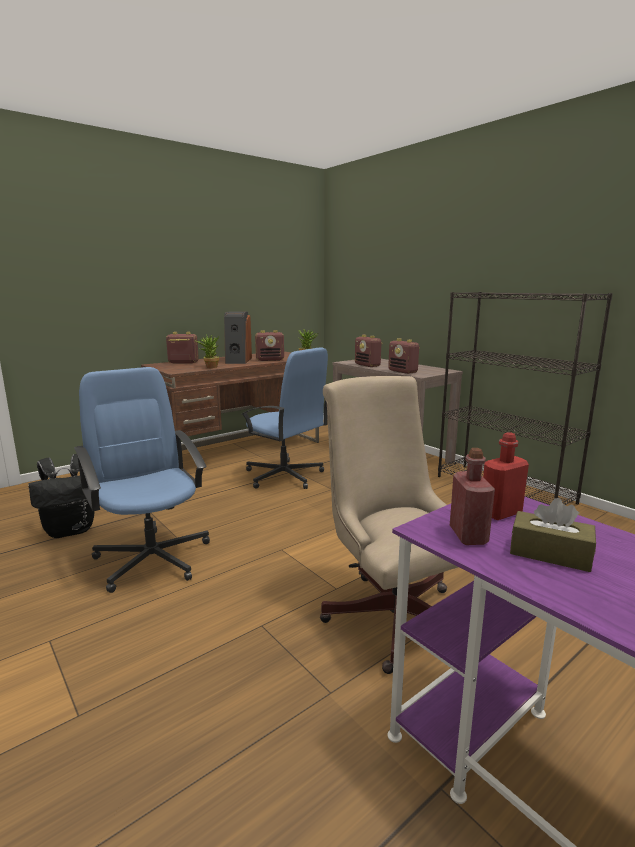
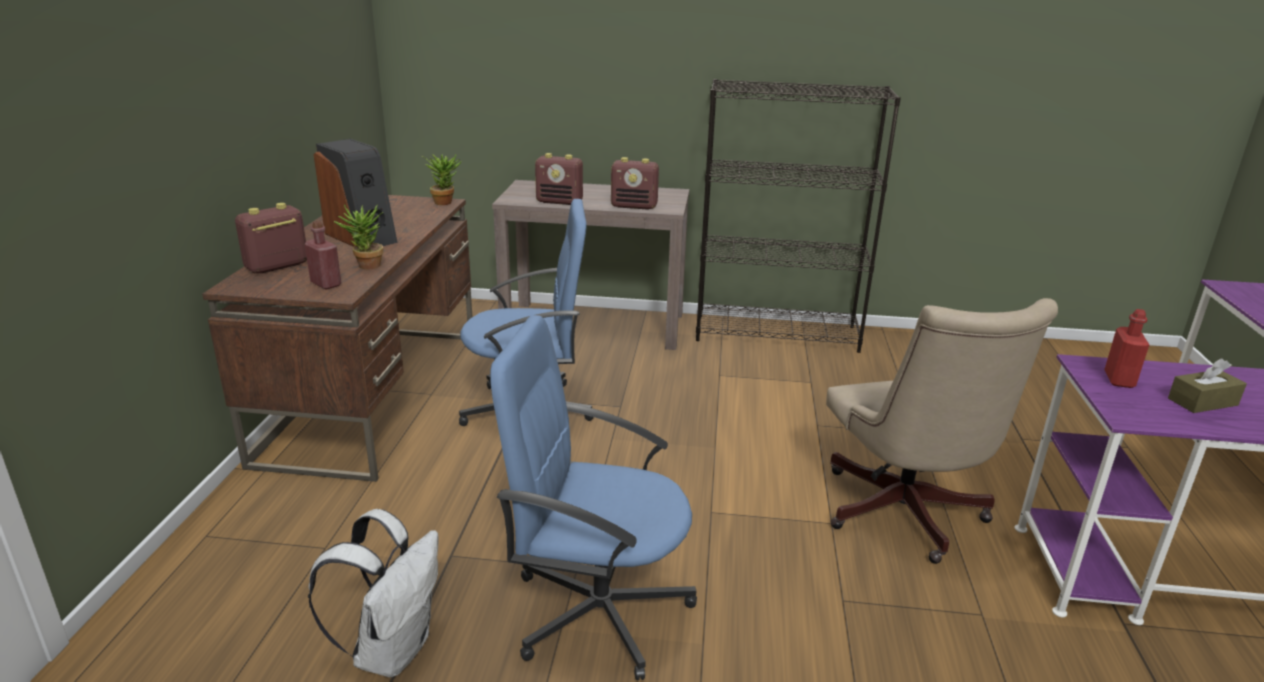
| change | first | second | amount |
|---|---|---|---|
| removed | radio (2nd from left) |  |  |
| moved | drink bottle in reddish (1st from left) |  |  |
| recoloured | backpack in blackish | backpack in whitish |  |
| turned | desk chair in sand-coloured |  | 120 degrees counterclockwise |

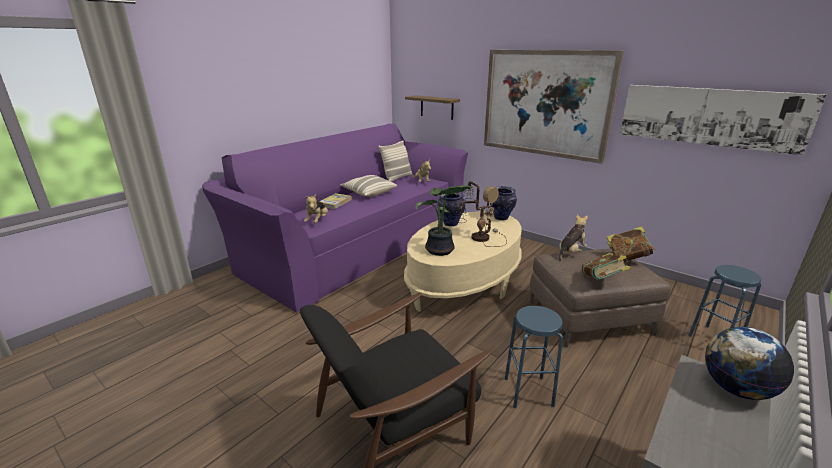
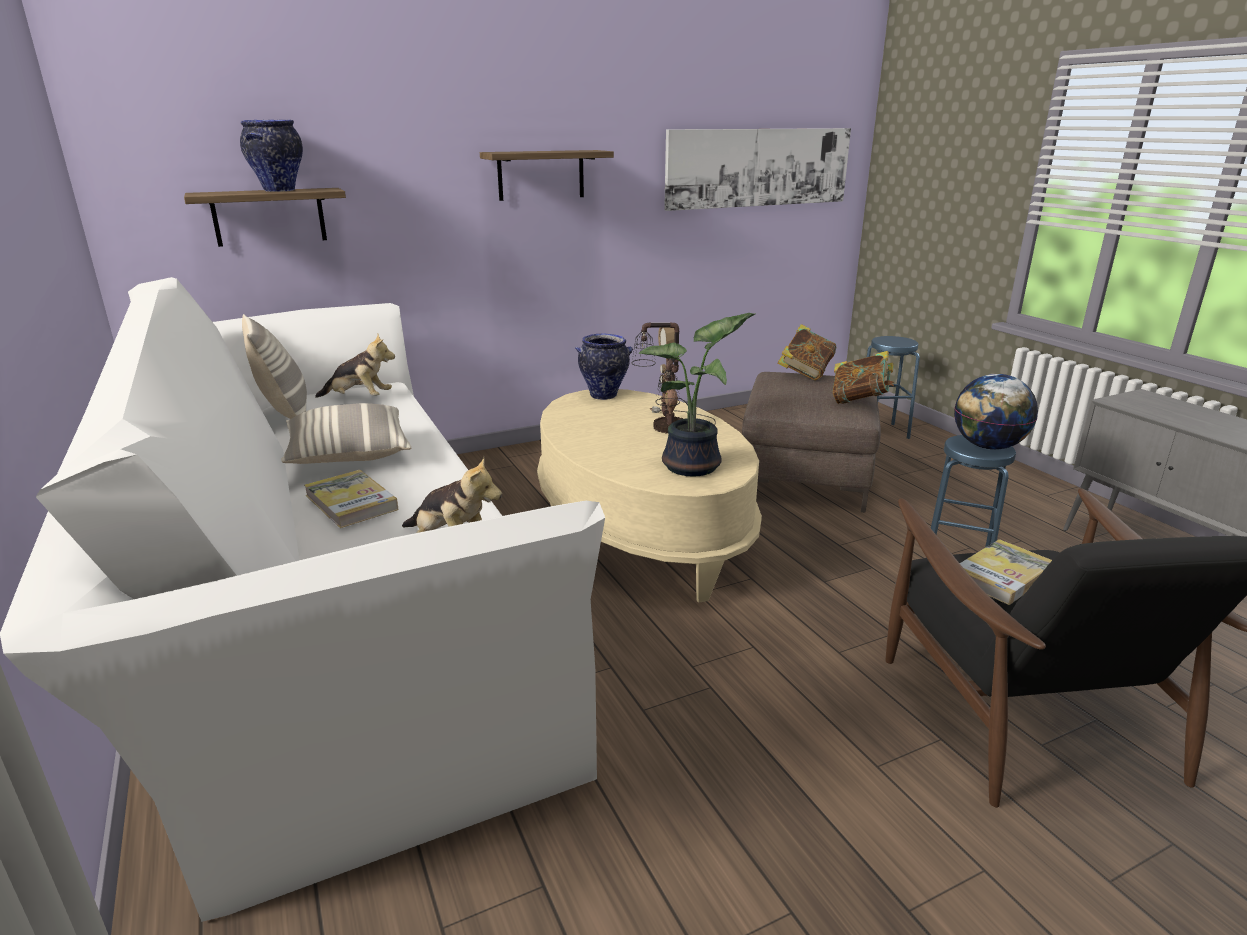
| change | first | second | amount |
|---|---|---|---|
| removed | plush toy (3rd from left) |  |  |
| added |  | book (4th from left) |  |
| moved | vase (1st from left) |  |  |
| moved | world globe |  |  |
| replaced | picture (1st from left) | bracket shelf (2nd from left) |  |
| recoloured | settee in purple-coloured | settee in whitish |  |

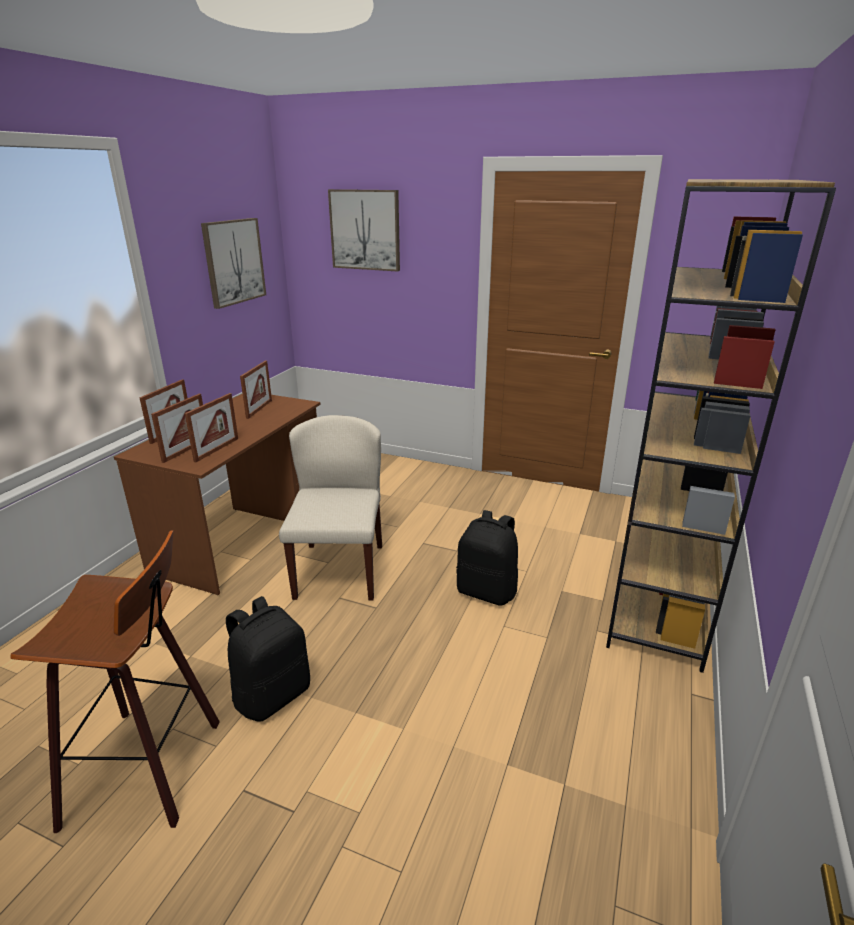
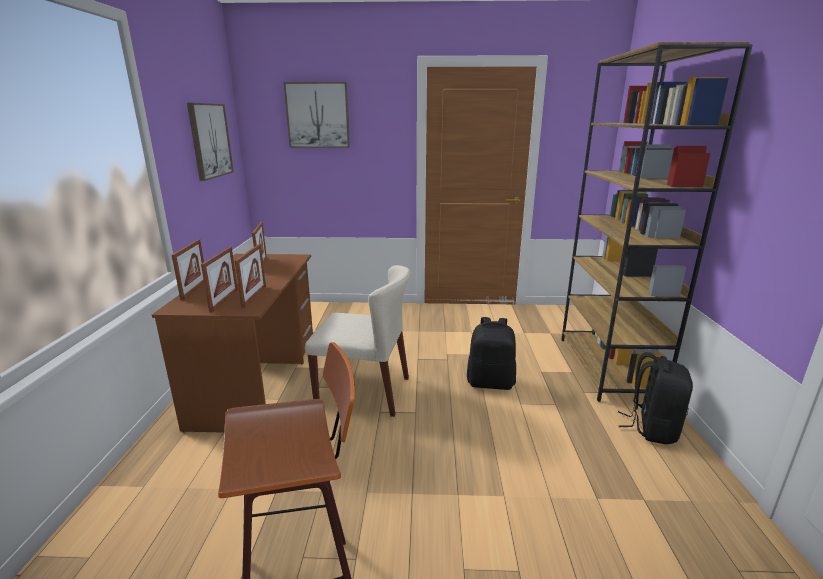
| change | first | second | amount |
|---|---|---|---|
| moved | backpack in blackish (1st from left in the first image) | backpack in blackish (2nd from left) |  |
| turned | chair in sand-coloured |  | 120 degrees clockwise |

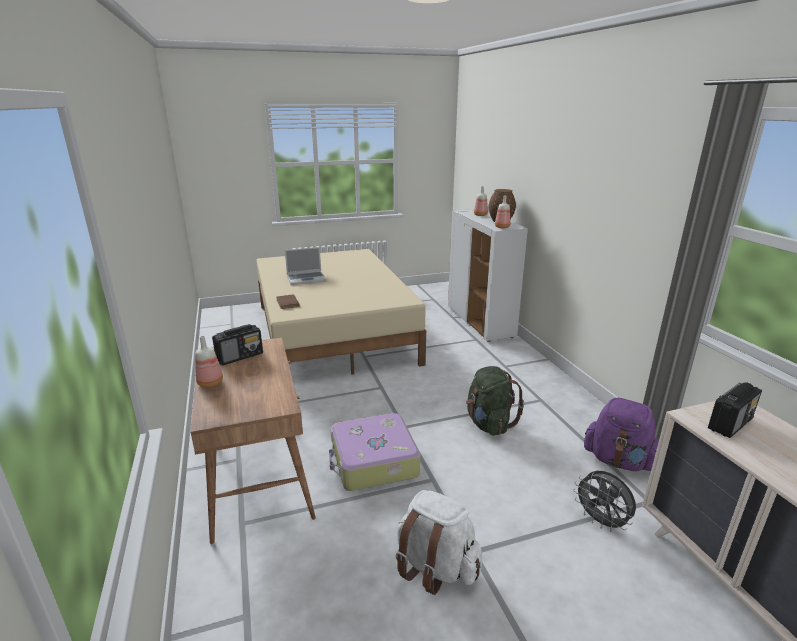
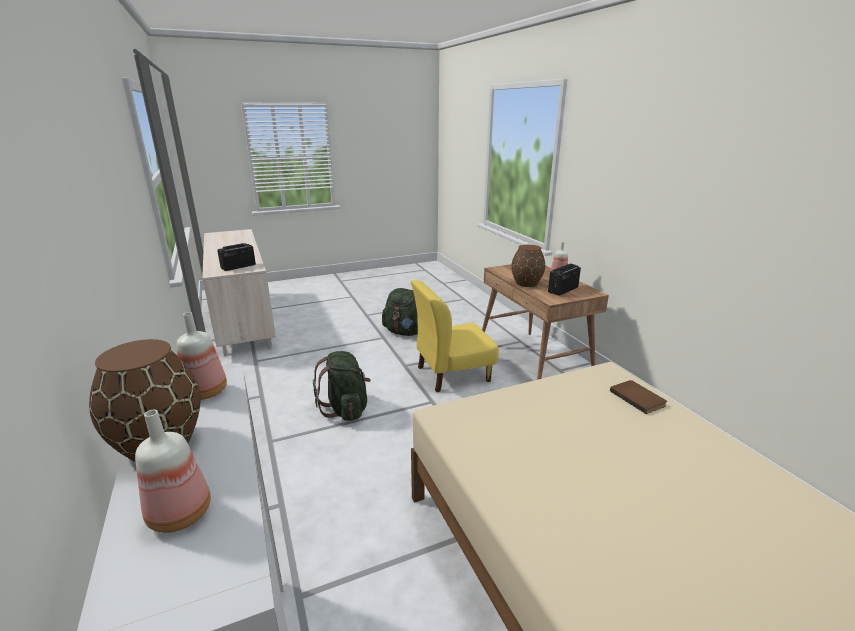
| change | first | second | amount |
|---|---|---|---|
| removed | portable computer |  |  |
| removed | fan in greyish |  |  |
| removed | backpack in purple-coloured |  |  |
| added |  | vase in brown-coloured (2nd from left) |  |
| replaced | suitcase | chair in yellow-coloured |  |
| recoloured | backpack in whitish | backpack in green-coloured (2nd from left) |  |

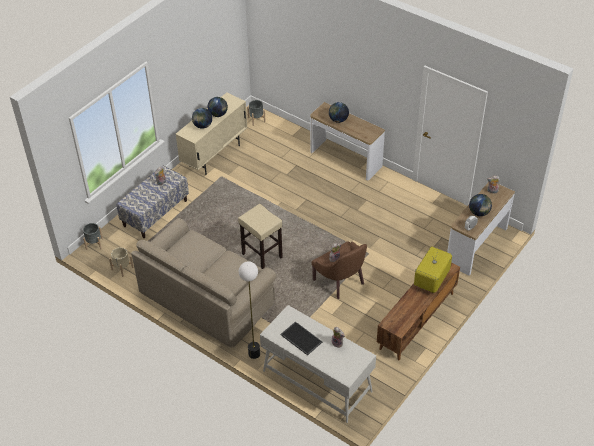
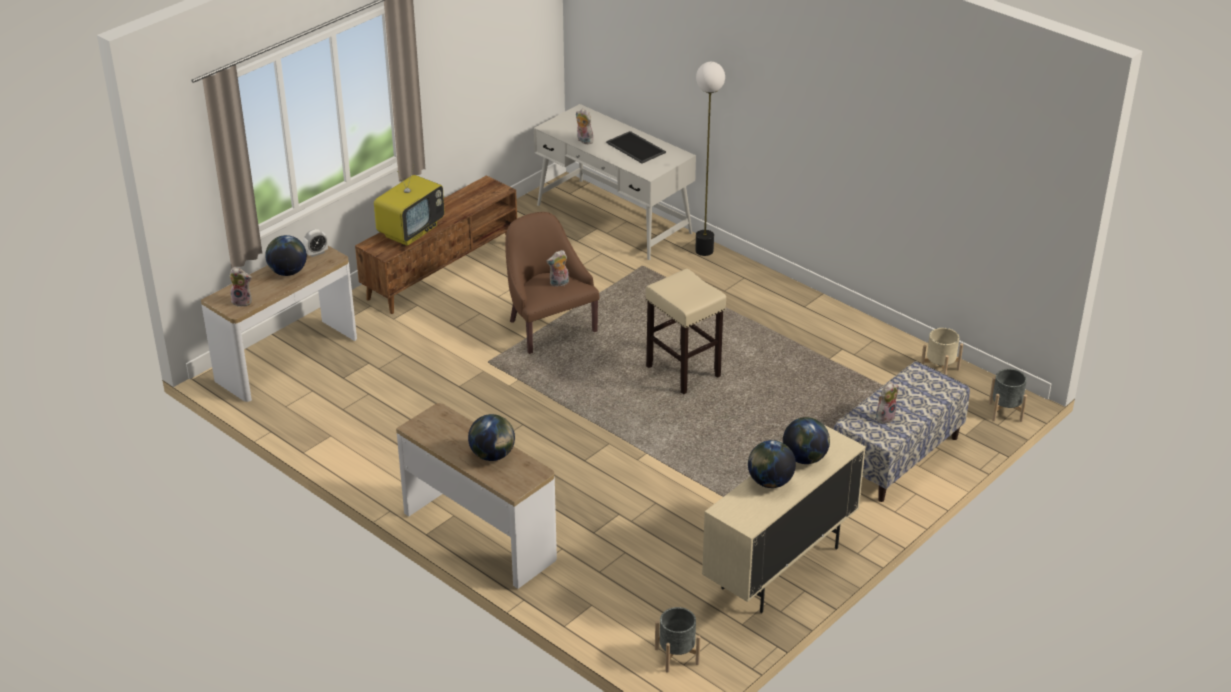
| change | first | second | amount |
|---|---|---|---|
| removed | settee in sand-coloured |  |  |

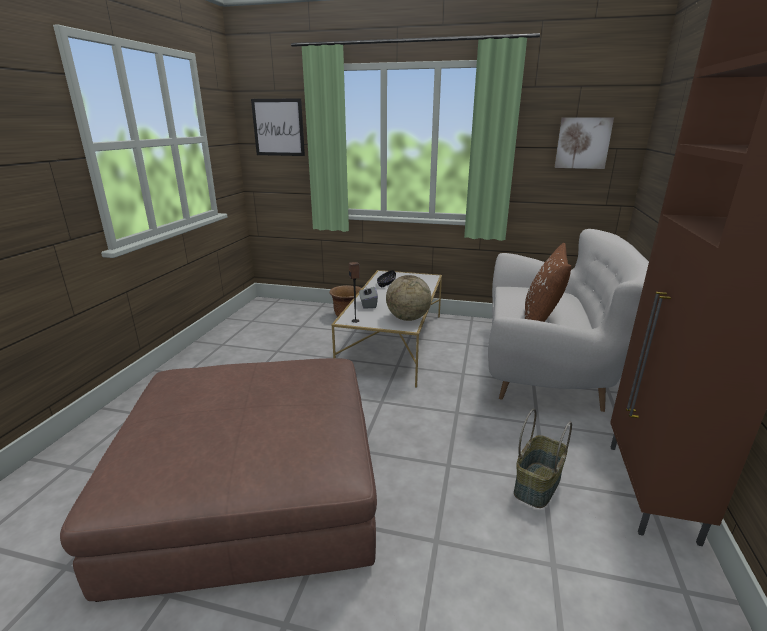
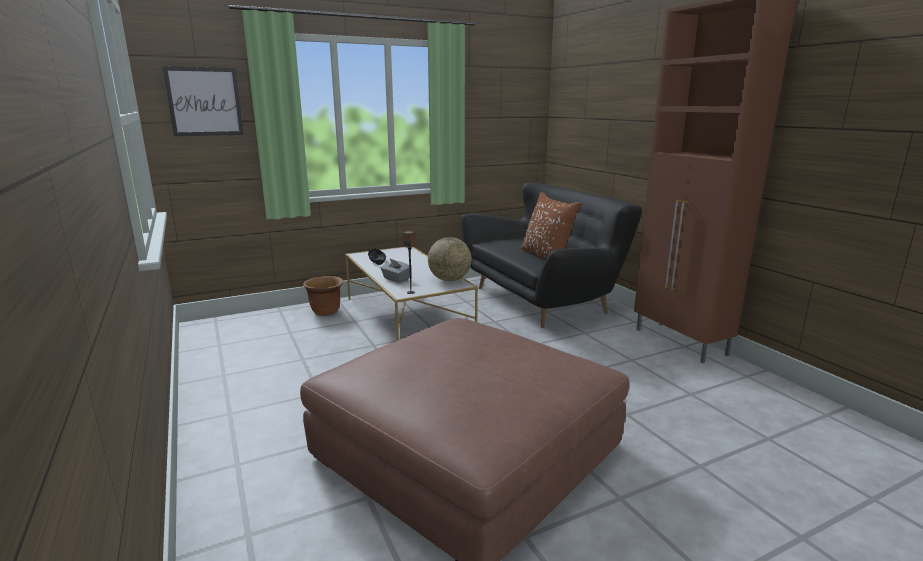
| change | first | second | amount |
|---|---|---|---|
| removed | household basket |  |  |
| removed | picture (2nd from left) |  |  |
| recoloured | settee in whitish | settee in blackish |  |

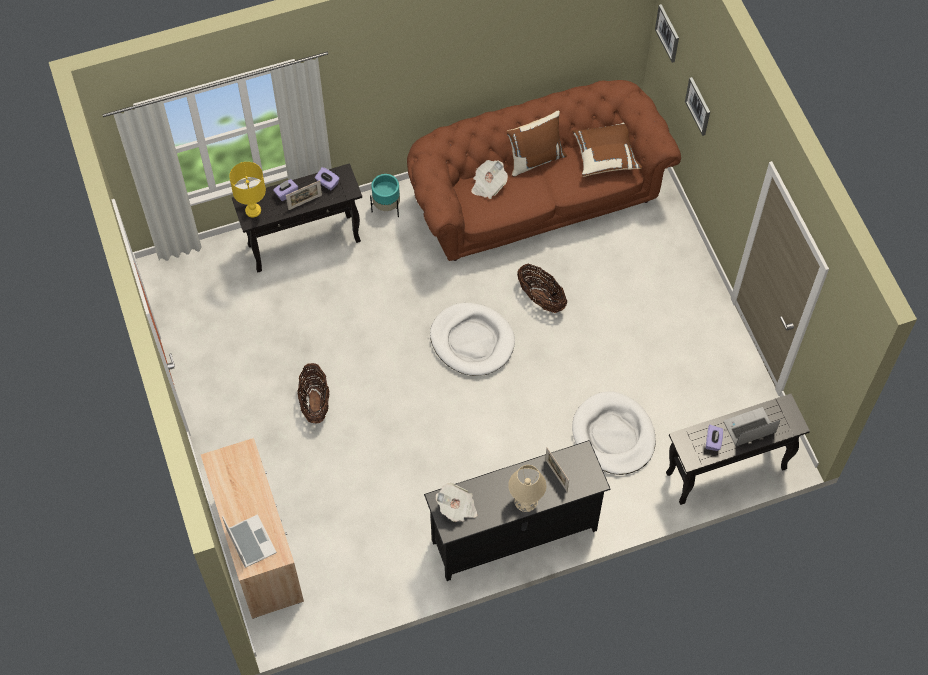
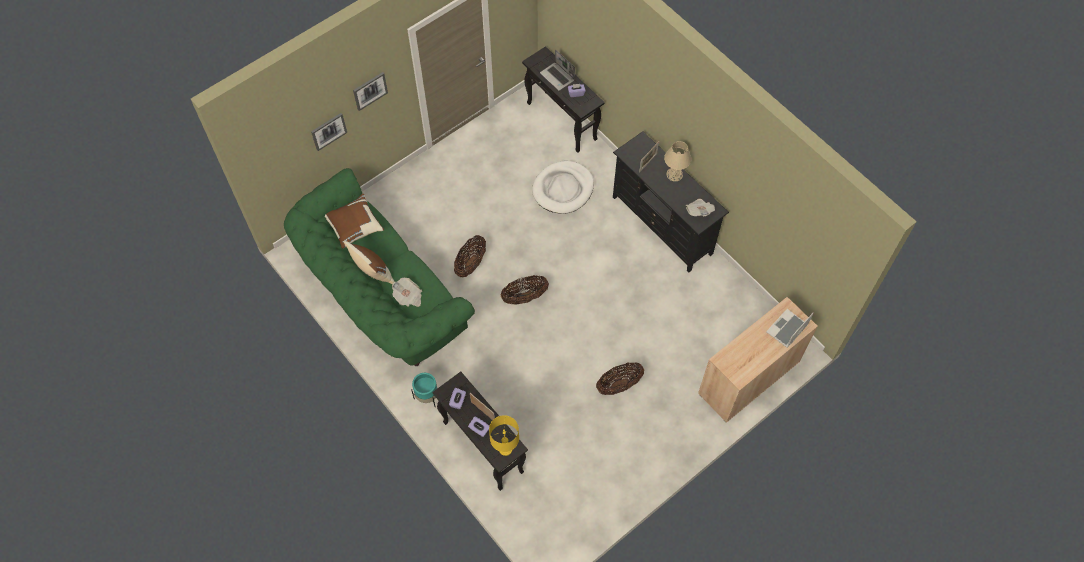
| change | first | second | amount |
|---|---|---|---|
| moved | picture (1st from left in the first image) | picture (2nd from left) |  |
| replaced | dog bed in whitish (1st from left) | household basket (2nd from left) |  |
| recoloured | settee in brown-coloured | settee in green-coloured |  |

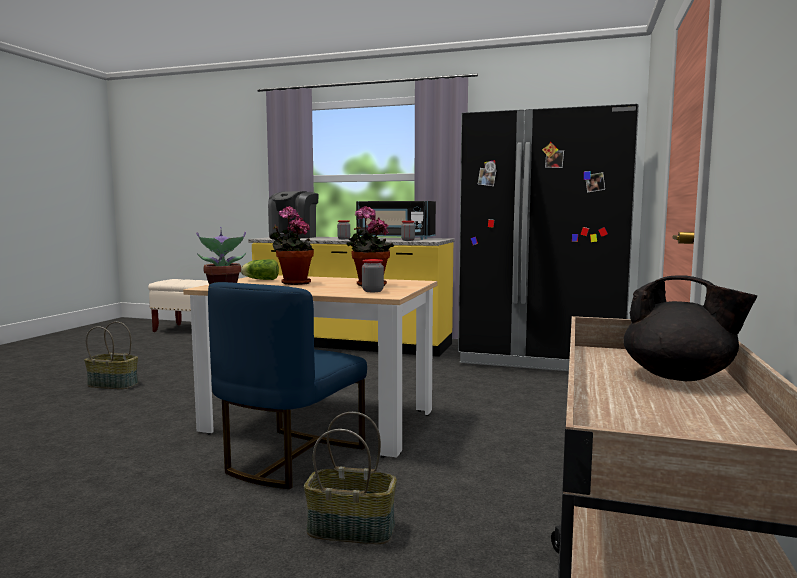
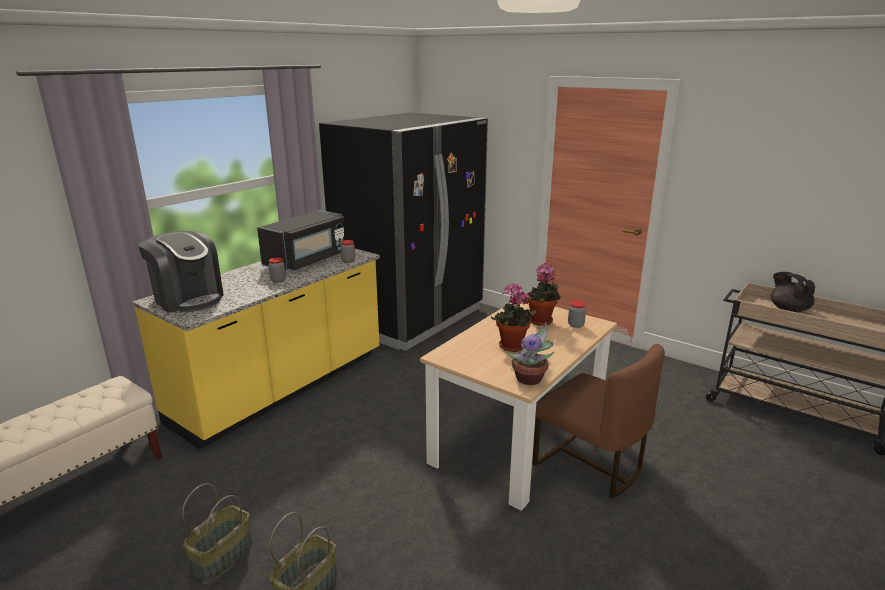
| change | first | second | amount |
|---|---|---|---|
| removed | lettuce |  |  |
| moved | household basket (2nd from left in the first image) | household basket (1st from left) |  |
| recoloured | chair in blue | chair in brown-coloured |  |
| turned | tea pot in blackish |  | 75 degrees counterclockwise |

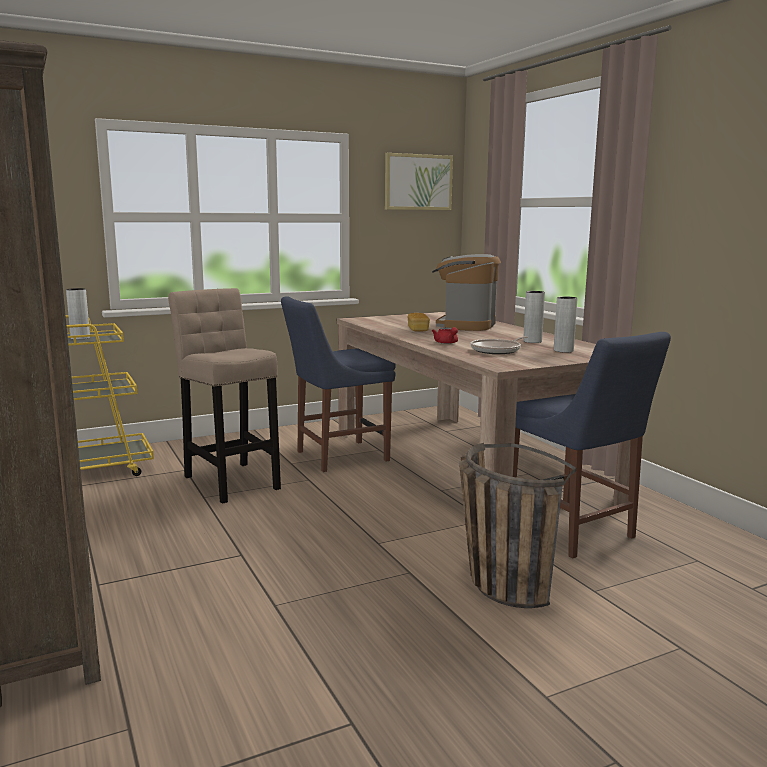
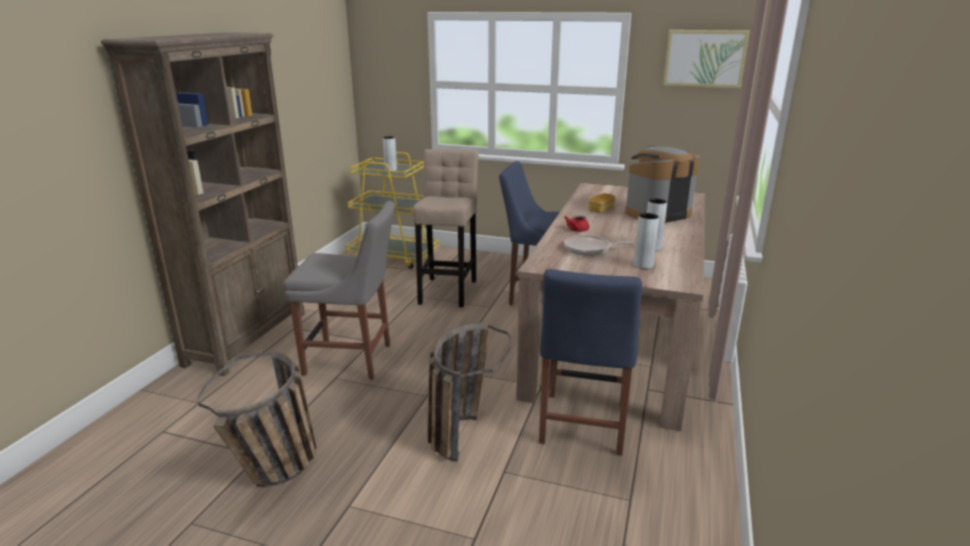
| change | first | second | amount |
|---|---|---|---|
| added |  | household basket (1st from left) |  |
| added |  | chair in greyish |  |

